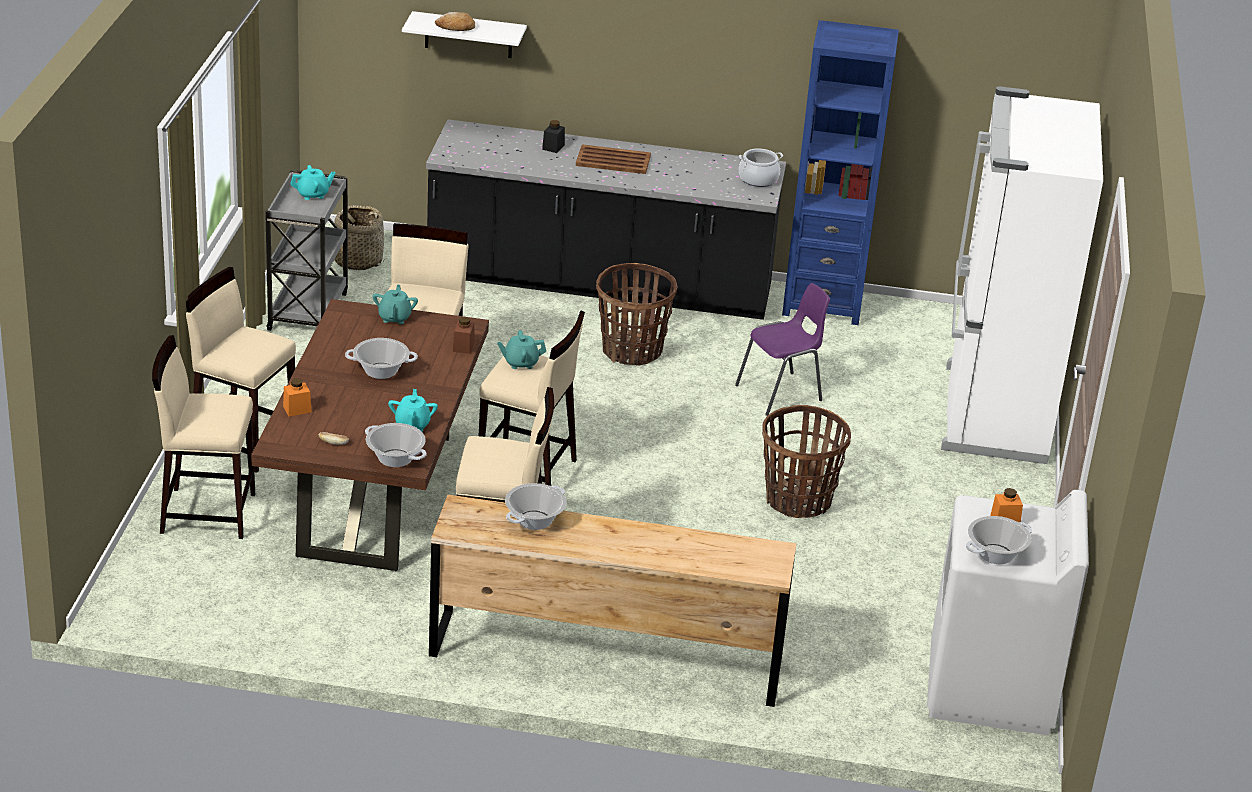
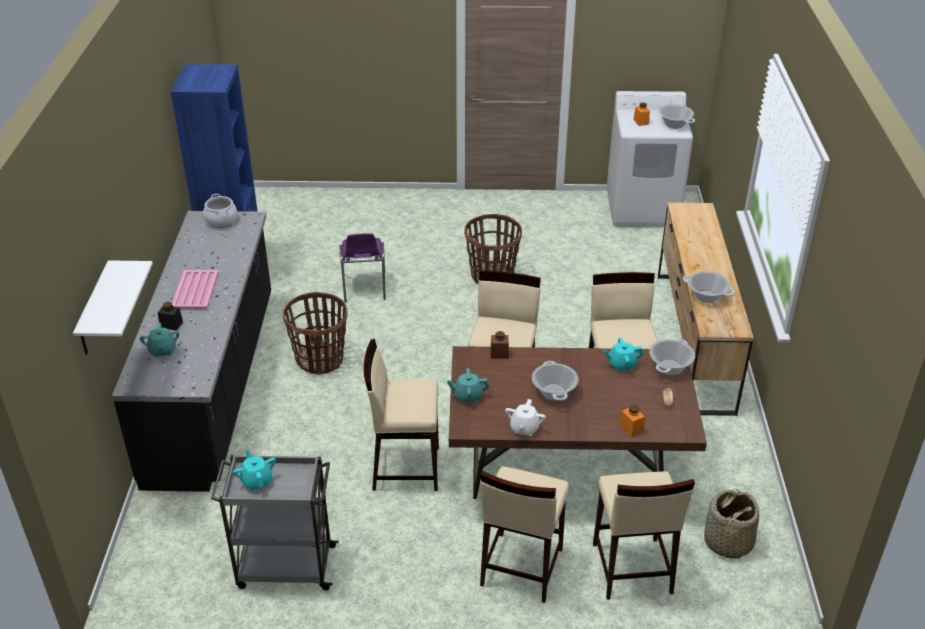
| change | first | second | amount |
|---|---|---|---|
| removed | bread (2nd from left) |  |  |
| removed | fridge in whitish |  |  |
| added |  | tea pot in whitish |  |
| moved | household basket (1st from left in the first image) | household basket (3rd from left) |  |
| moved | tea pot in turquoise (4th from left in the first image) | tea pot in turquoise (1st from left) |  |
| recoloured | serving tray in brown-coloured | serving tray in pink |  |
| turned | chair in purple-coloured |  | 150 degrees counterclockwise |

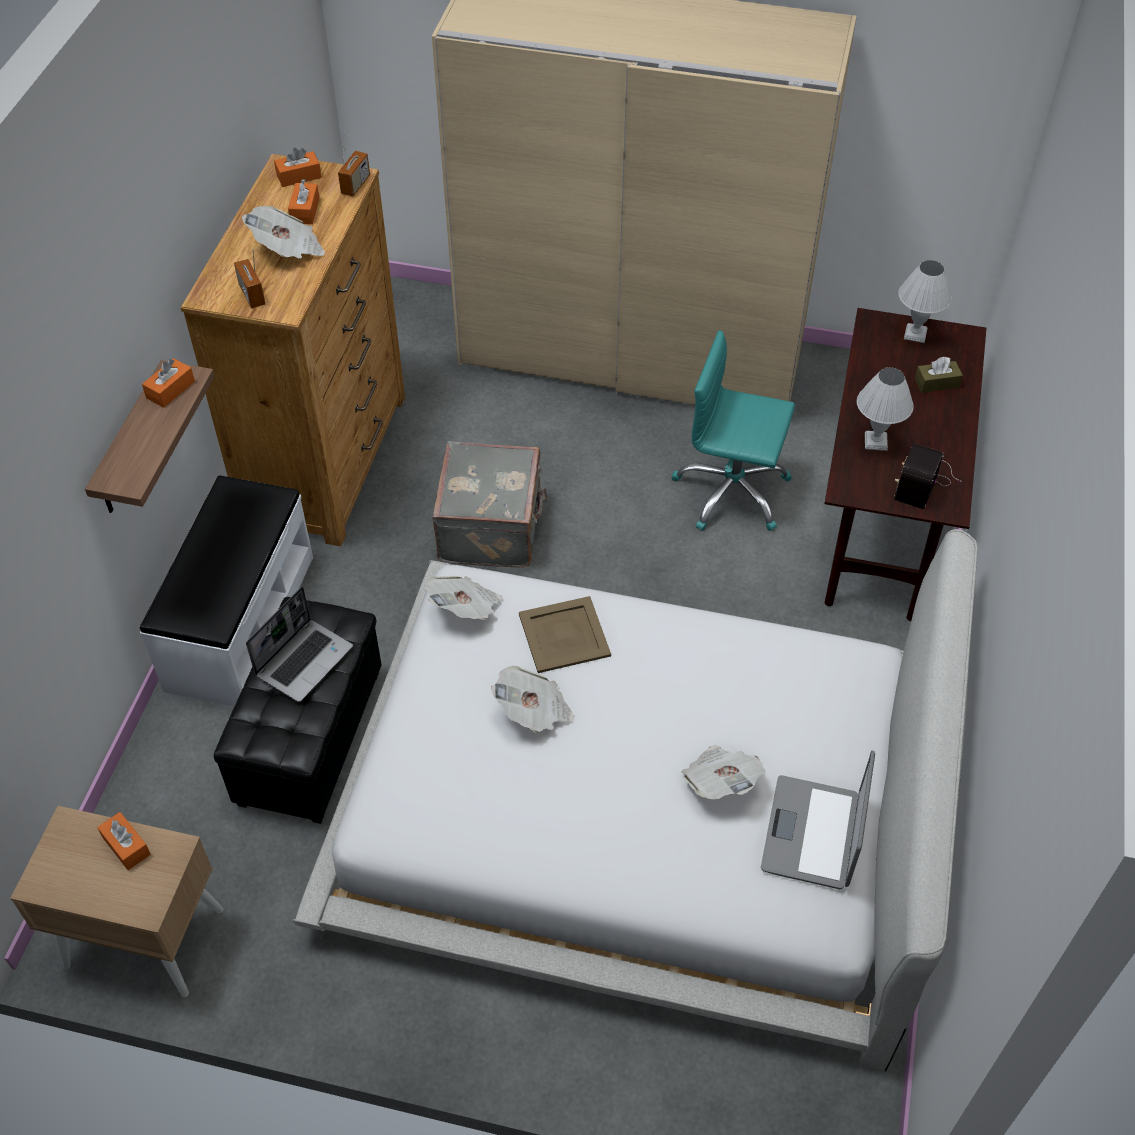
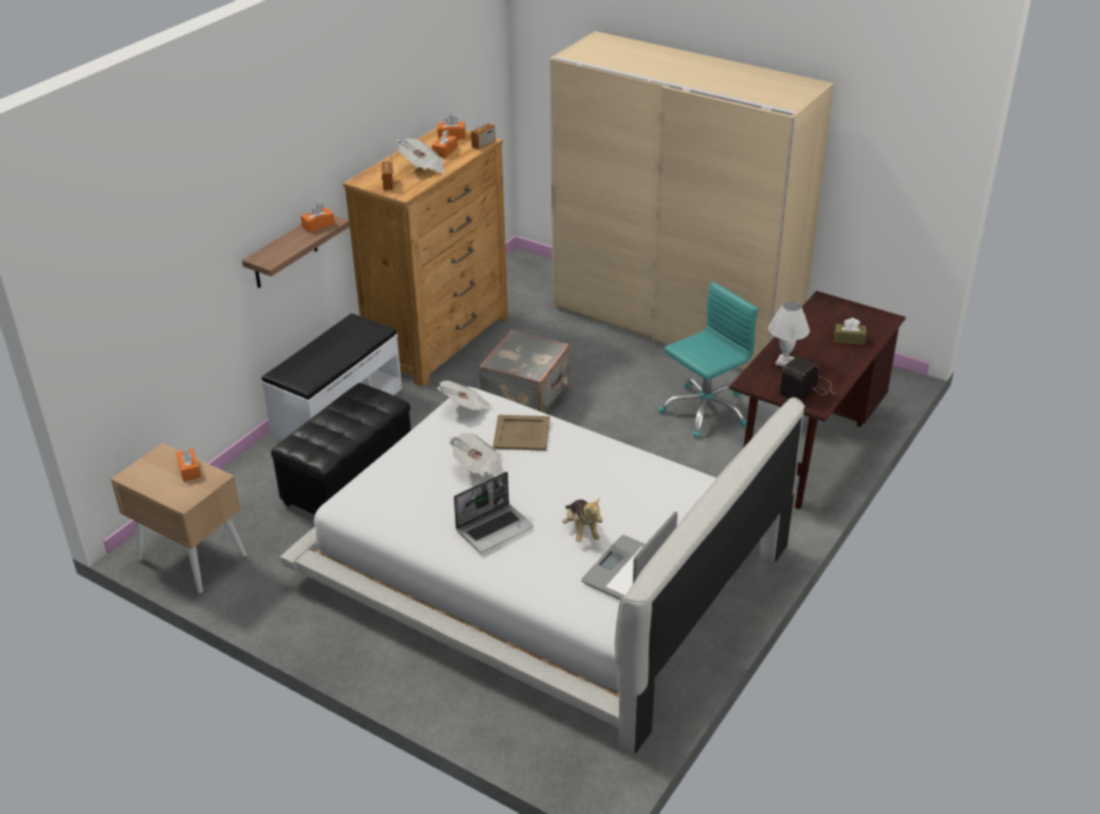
| change | first | second | amount |
|---|---|---|---|
| removed | table lamp in whitish (2nd from left) |  |  |
| moved | portable computer (1st from left) |  |  |
| replaced | daily paper (4th from left) | plush toy |  |
| turned | desk chair in turquoise |  | 105 degrees clockwise |

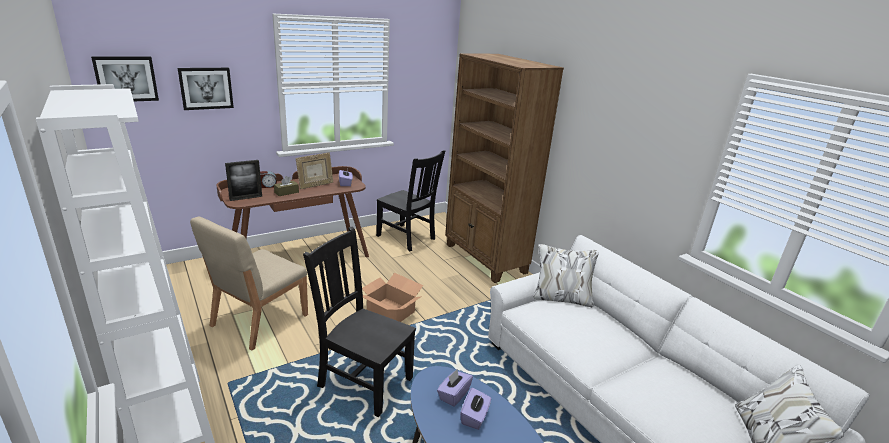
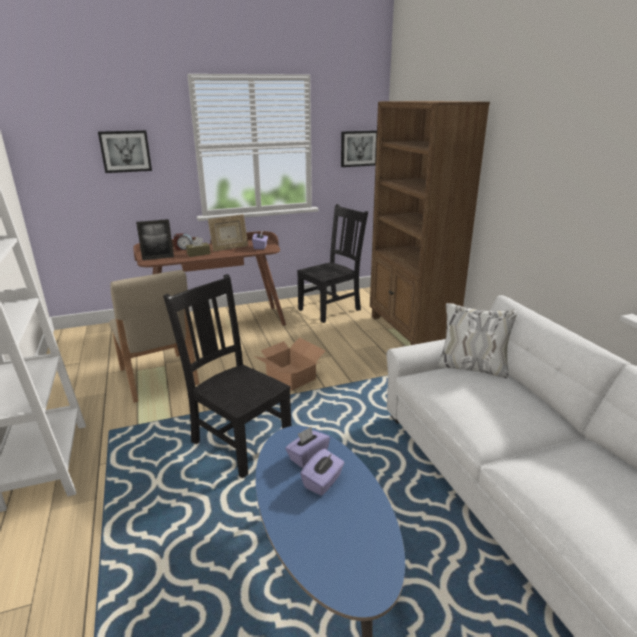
| change | first | second | amount |
|---|---|---|---|
| moved | picture (1st from left in the first image) | picture (2nd from left) |  |
| turned | chair in sand-coloured |  | 75 degrees counterclockwise |
| turned | chair in blackish (2nd from left) |  | 90 degrees counterclockwise |

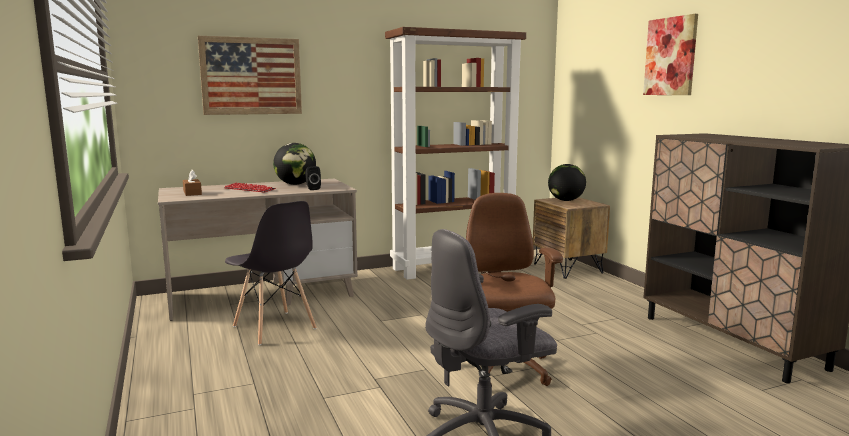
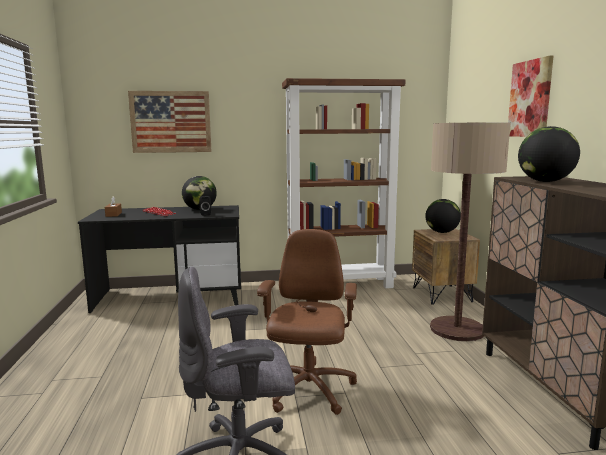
| change | first | second | amount |
|---|---|---|---|
| removed | chair in greyish |  |  |
| added |  | standing lamp |  |
| added |  | world globe (3rd from left) |  |
| recoloured | desk table in sand-coloured | desk table in blackish |  |

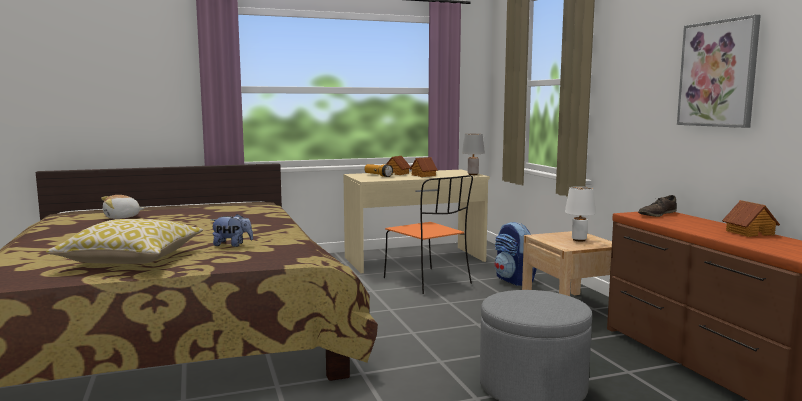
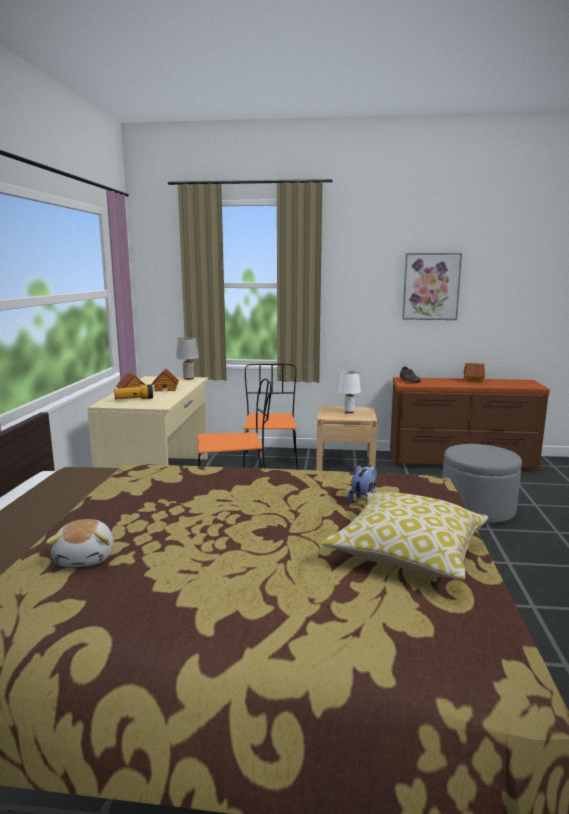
| change | first | second | amount |
|---|---|---|---|
| replaced | backpack | chair in orangey (2nd from left) |  |

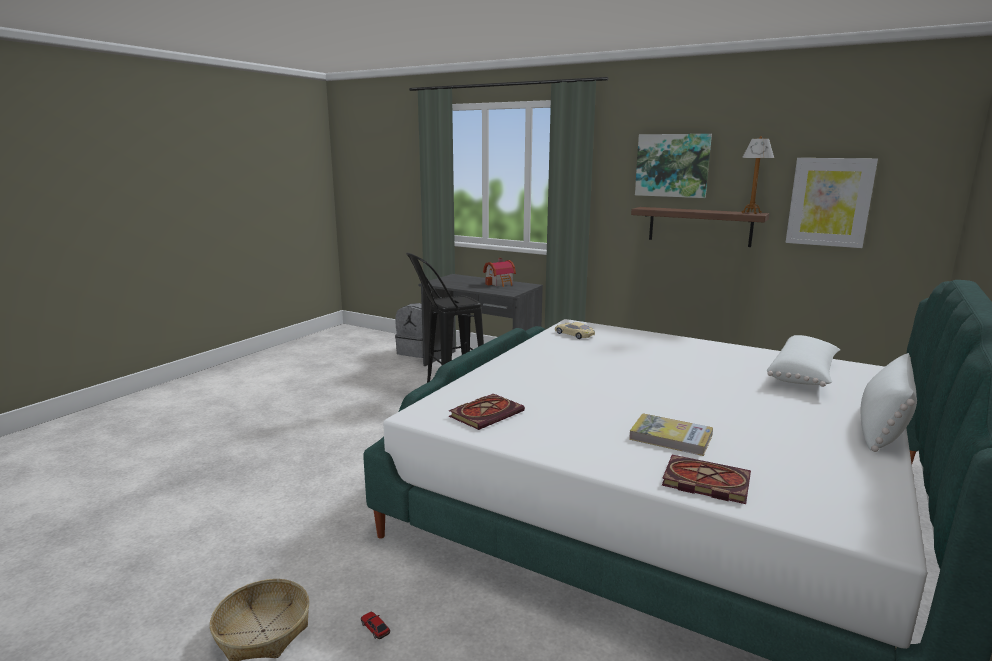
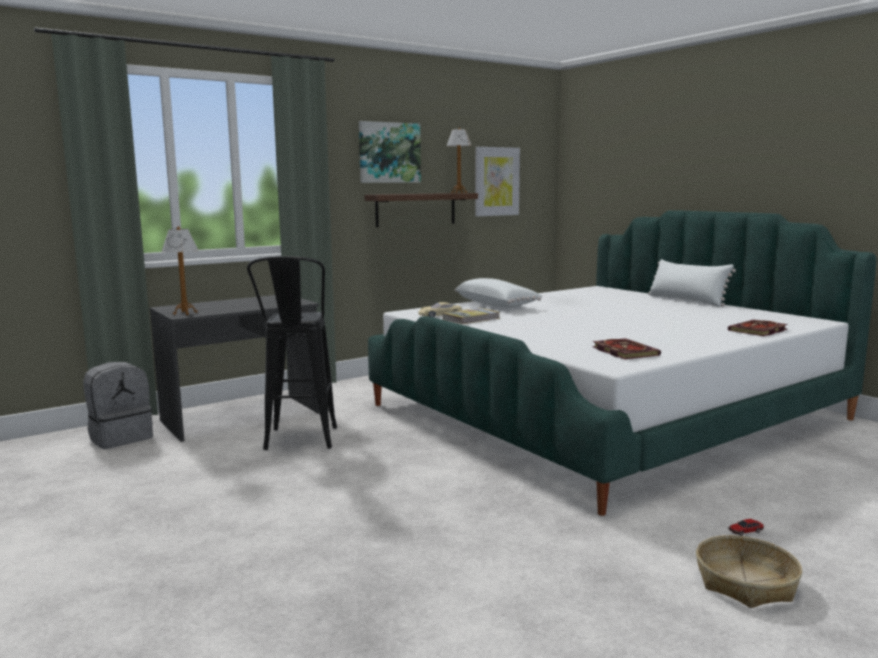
| change | first | second | amount |
|---|---|---|---|
| removed | model house |  |  |
| added |  | table lamp (1st from left) |  |
| moved | book (2nd from left in the first image) | book (1st from left) |  |
| moved | cushion in whitish (1st from left) |  |  |

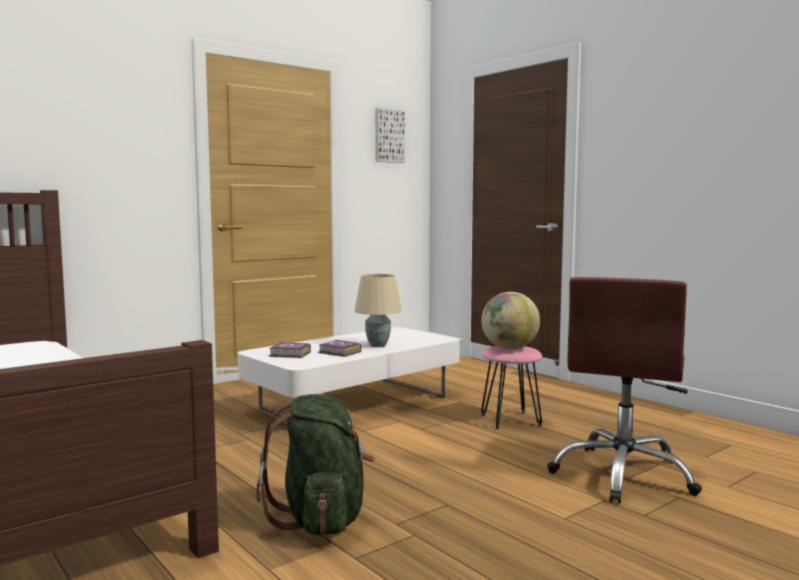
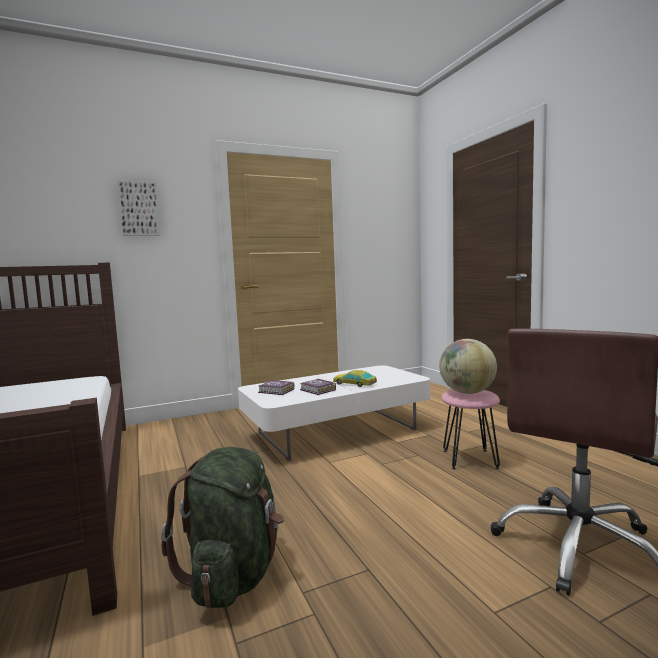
| change | first | second | amount |
|---|---|---|---|
| moved | picture |  |  |
| replaced | table lamp in sand-coloured | miniature car |  |

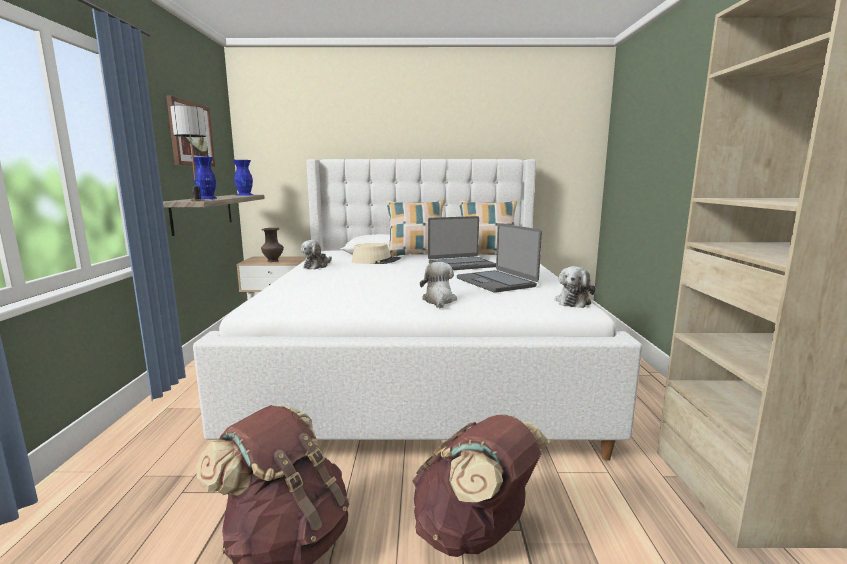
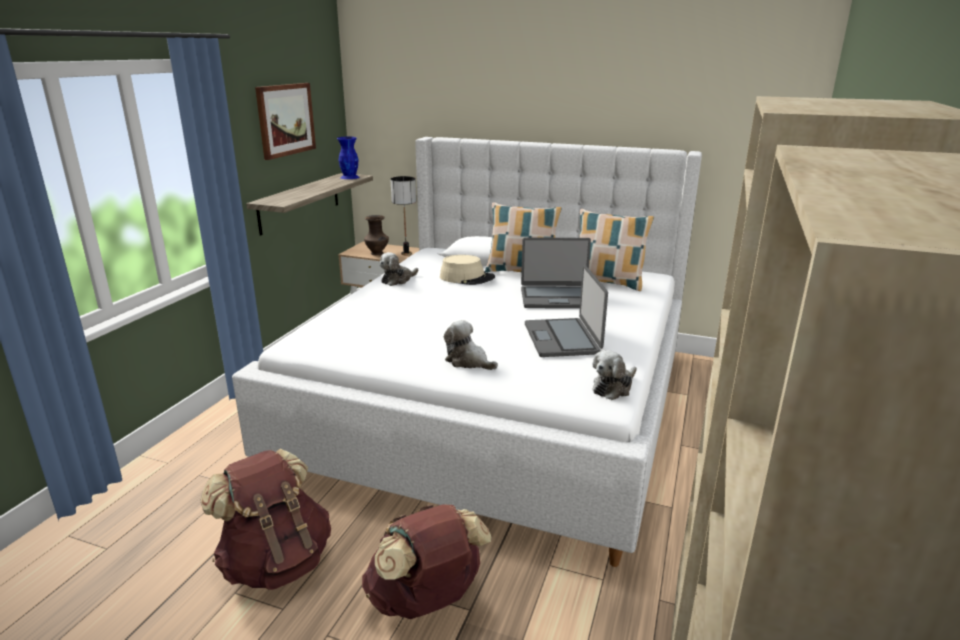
| change | first | second | amount |
|---|---|---|---|
| removed | vase in blue (1st from left) |  |  |
| moved | table lamp |  |  |
| turned | plush toy (2nd from left) |  | 75 degrees counterclockwise |

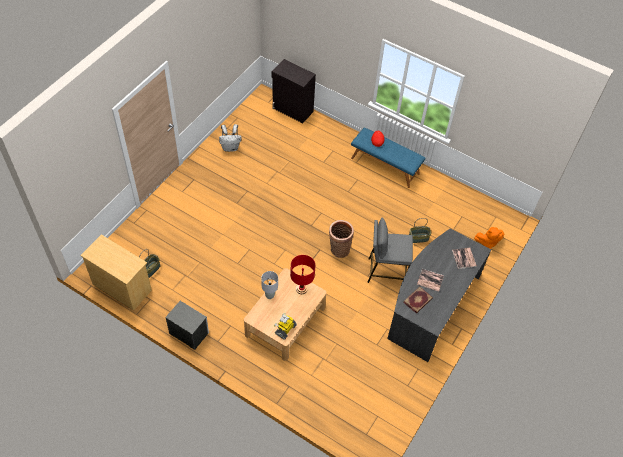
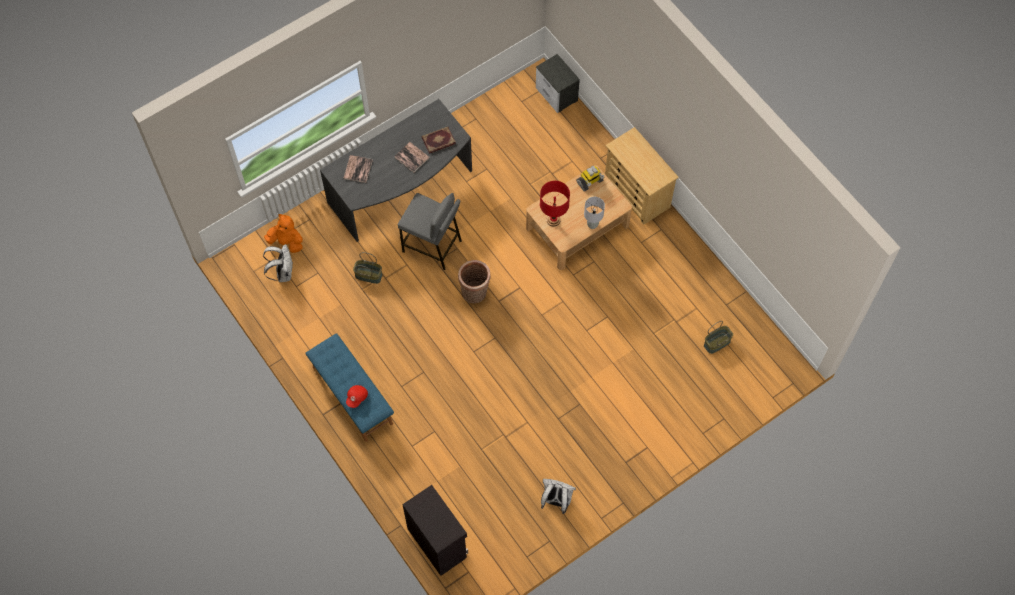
| change | first | second | amount |
|---|---|---|---|
| added |  | backpack in whitish (1st from left) |  |
| moved | dresser in sand-coloured |  |  |
| moved | nightstand |  |  |

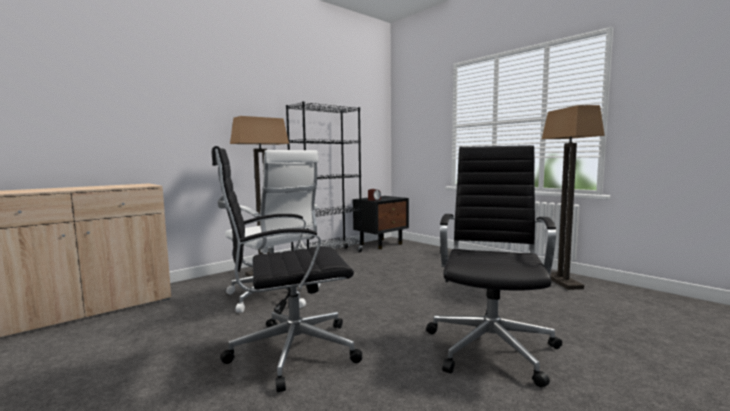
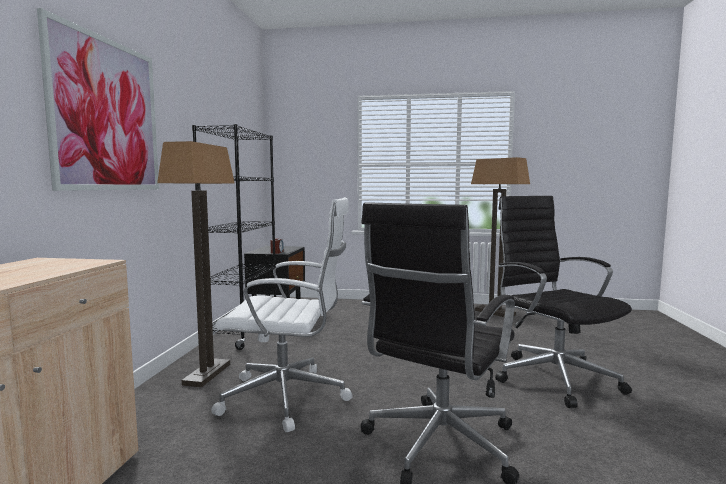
| change | first | second | amount |
|---|---|---|---|
| added |  | picture |  |

